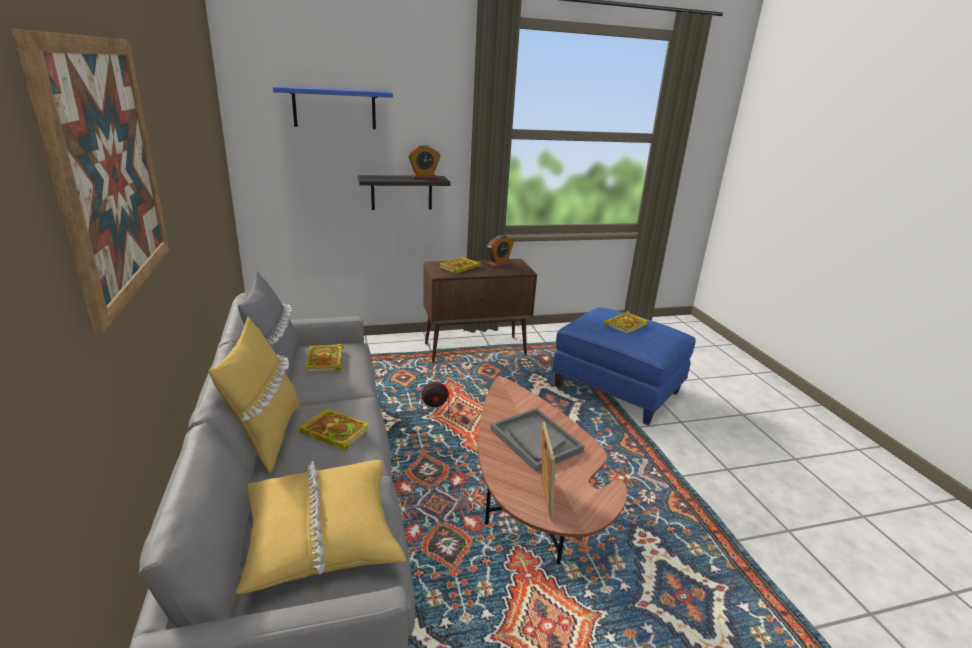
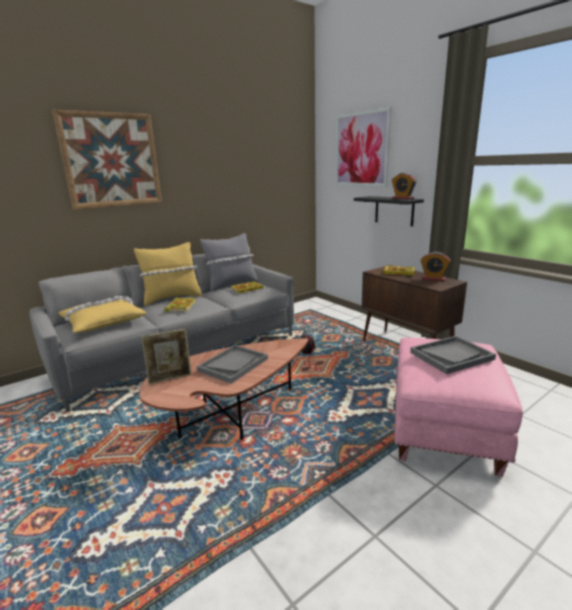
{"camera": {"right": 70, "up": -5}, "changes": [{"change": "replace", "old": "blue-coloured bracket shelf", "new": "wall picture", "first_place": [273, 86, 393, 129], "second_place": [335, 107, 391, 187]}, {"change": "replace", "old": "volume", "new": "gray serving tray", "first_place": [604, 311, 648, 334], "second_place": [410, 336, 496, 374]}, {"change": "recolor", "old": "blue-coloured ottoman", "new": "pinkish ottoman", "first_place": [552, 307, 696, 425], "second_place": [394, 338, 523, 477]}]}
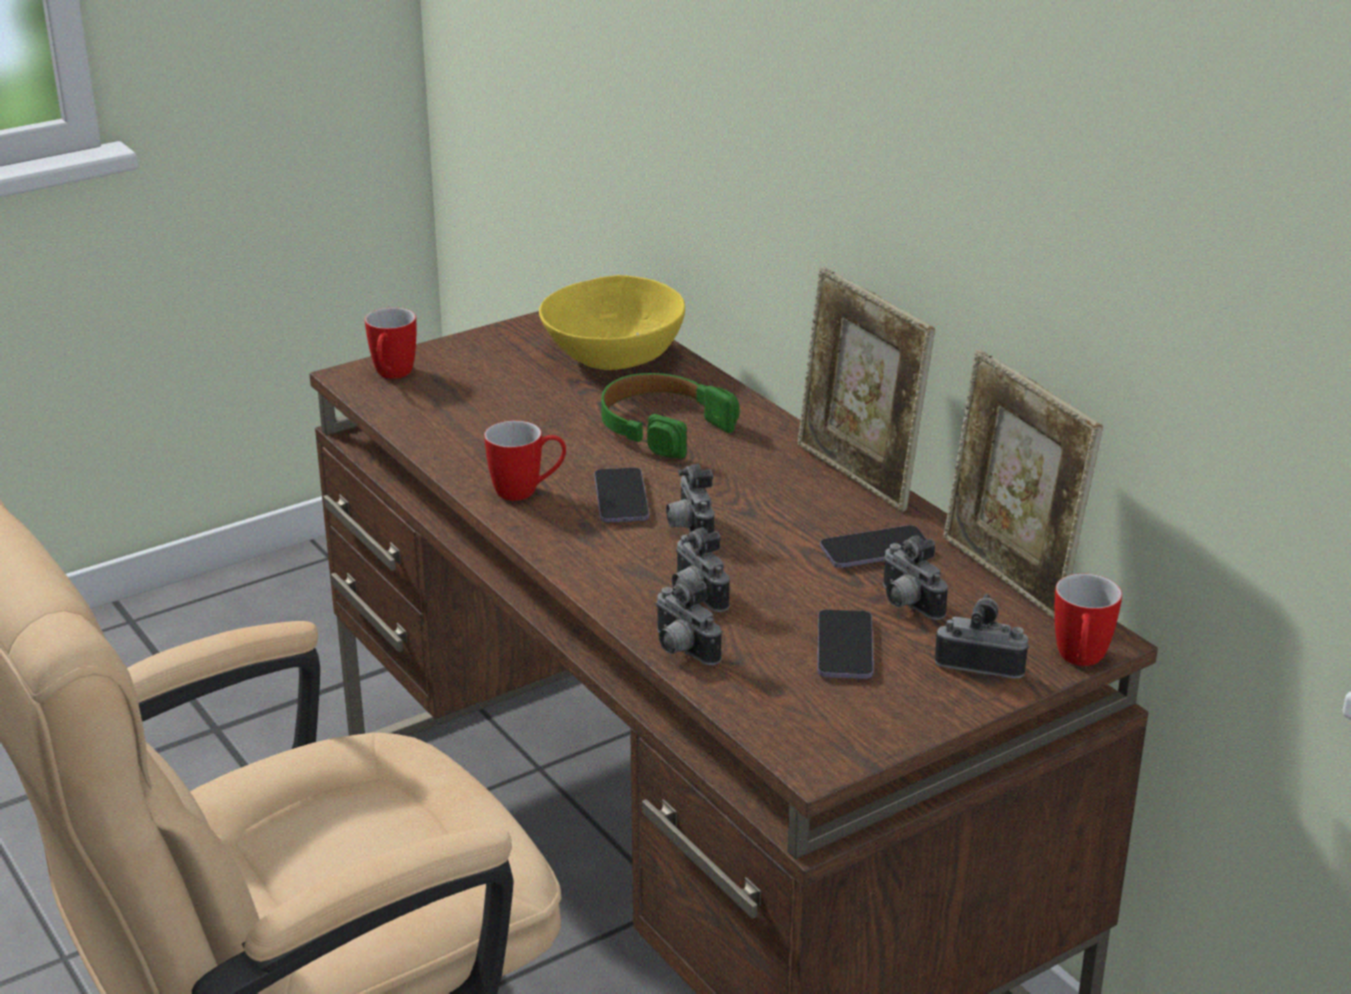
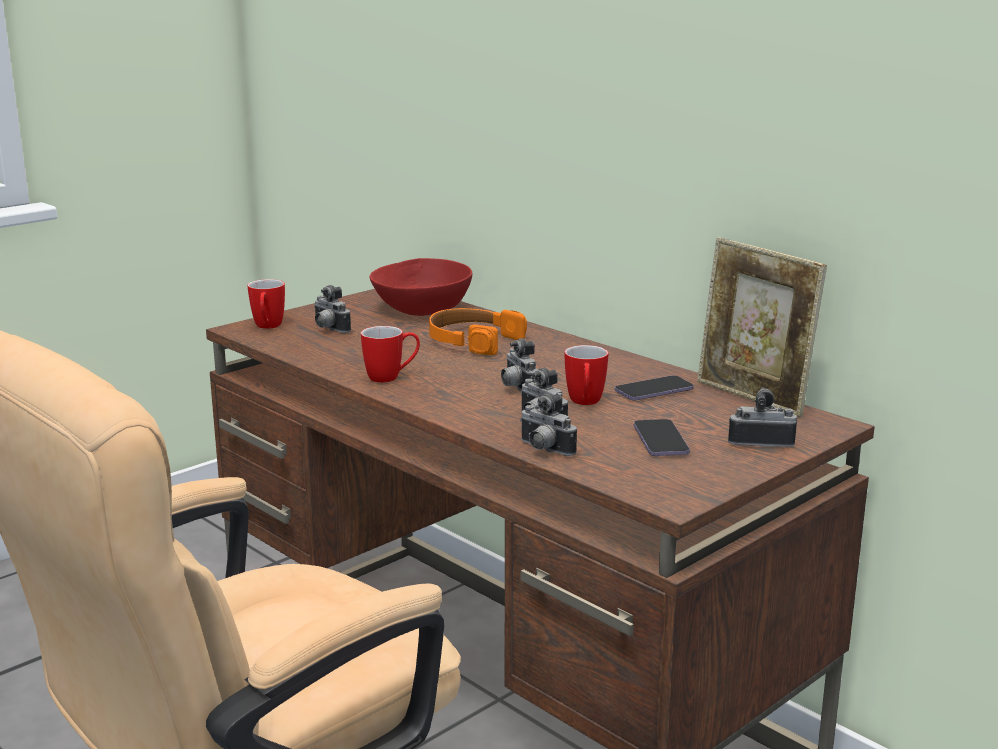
{"camera": {"right": -10, "up": -10}, "changes": [{"change": "delete", "old": "handset", "first_place": [594, 468, 649, 523]}, {"change": "delete", "old": "standing frame", "first_place": [798, 267, 935, 512]}, {"change": "move", "old": "photo camera", "first_place": [883, 535, 948, 620], "second_place": [314, 285, 351, 333]}, {"change": "move", "old": "coffee mug", "first_place": [1054, 574, 1122, 666], "second_place": [565, 345, 608, 405]}, {"change": "recolor", "old": "yellow deep dish", "new": "reddish deep dish", "first_place": [539, 275, 685, 370], "second_place": [370, 258, 472, 316]}, {"change": "recolor", "old": "green pair of headphones", "new": "orangey pair of headphones", "first_place": [601, 373, 739, 459], "second_place": [429, 308, 527, 355]}]}
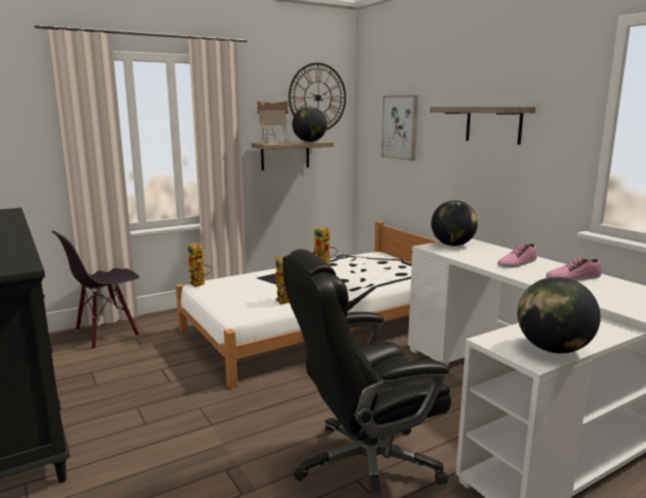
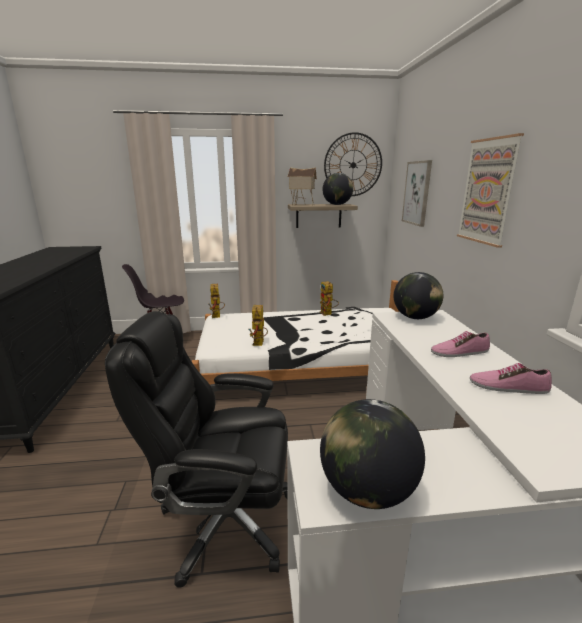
{"camera": {"right": 25, "up": 5}, "changes": [{"change": "replace", "old": "bracket shelf", "new": "wall picture", "first_place": [430, 107, 536, 145], "second_place": [457, 133, 524, 248]}]}
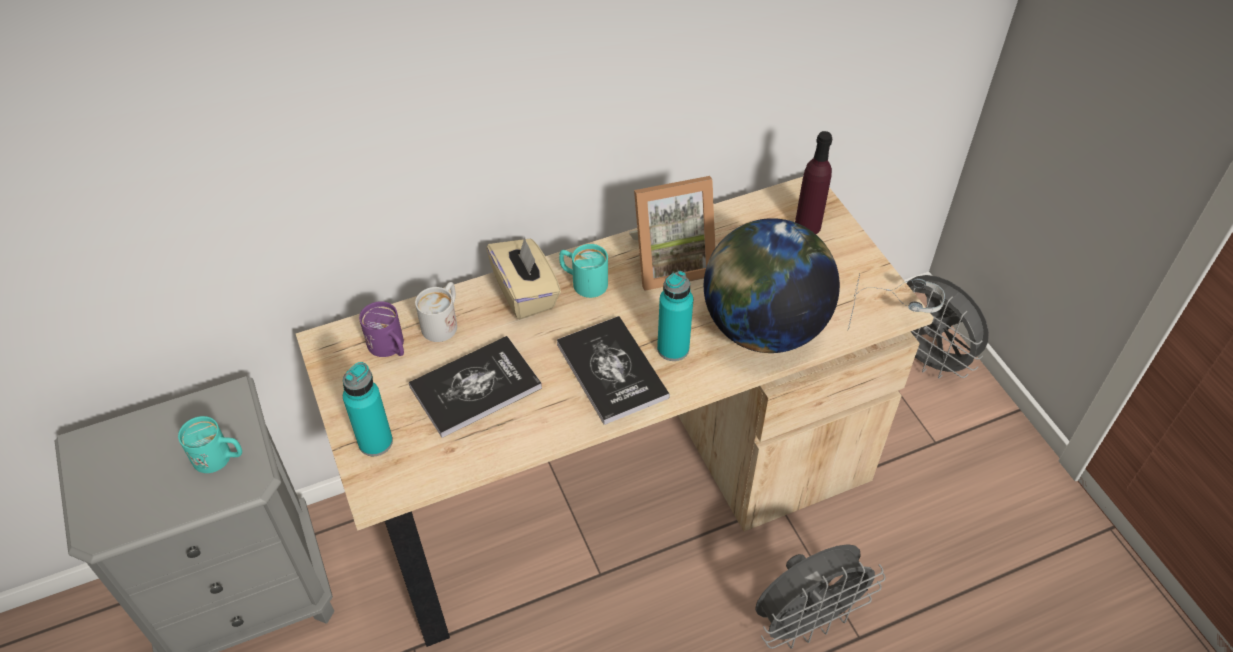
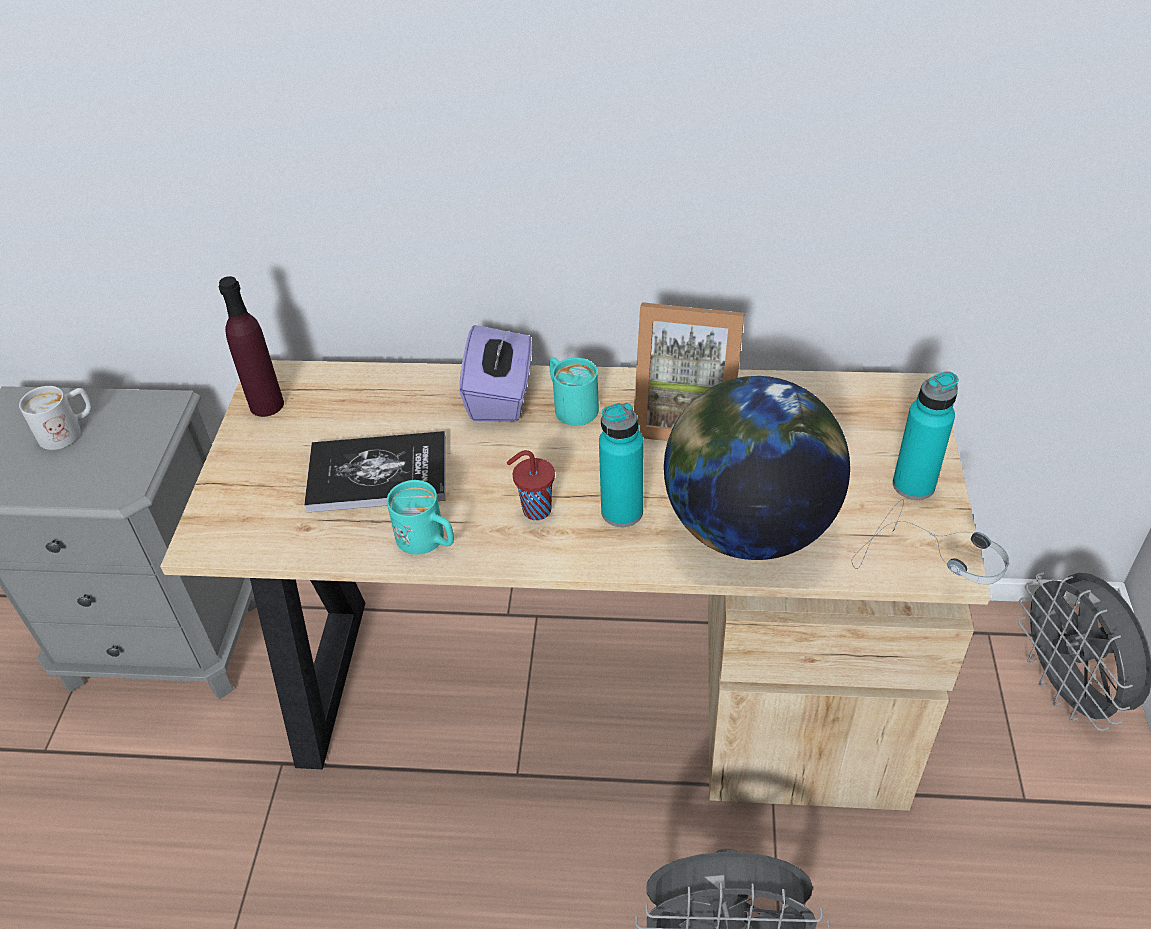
{"camera": {"right": 30, "up": -5}, "changes": [{"change": "delete", "old": "purplish coffee mug", "first_place": [359, 301, 404, 357]}, {"change": "move", "old": "turquoise coffee mug", "first_place": [178, 416, 242, 473], "second_place": [387, 480, 454, 555]}, {"change": "move", "old": "turquoise beverage bottle", "first_place": [343, 362, 393, 456], "second_place": [893, 371, 959, 500]}, {"change": "move", "old": "white coffee mug", "first_place": [415, 282, 457, 342], "second_place": [19, 386, 91, 450]}, {"change": "move", "old": "purplish beverage bottle", "first_place": [795, 131, 832, 234], "second_place": [219, 276, 284, 417]}, {"change": "replace", "old": "volume", "new": "reddish cup", "first_place": [557, 316, 670, 425], "second_place": [507, 450, 555, 520]}, {"change": "recolor", "old": "sand-coloured box of tissues", "new": "purplish box of tissues", "first_place": [486, 237, 561, 319], "second_place": [460, 325, 532, 421]}]}
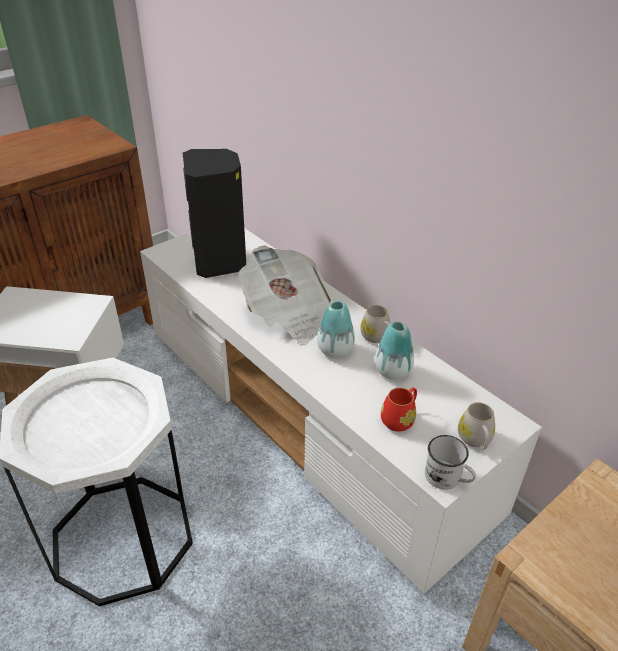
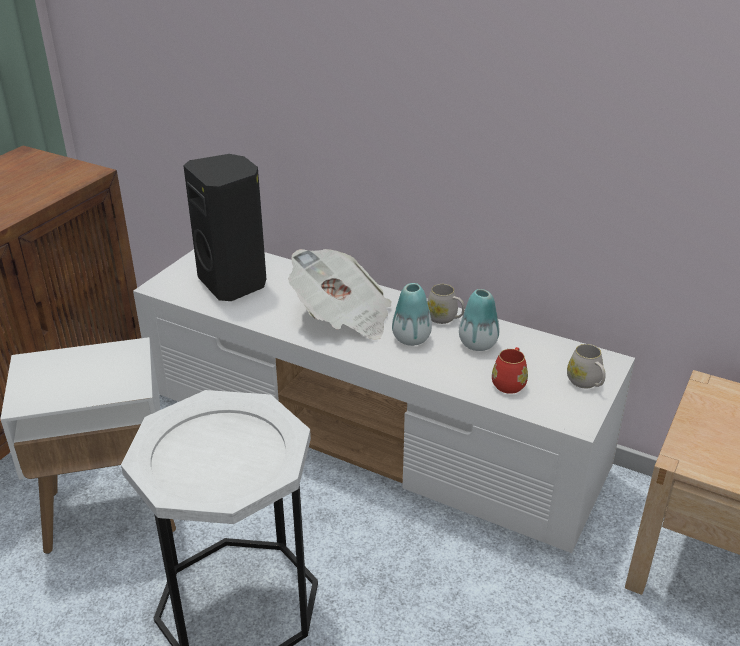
{"camera": {"right": -20, "up": -5}, "changes": [{"change": "delete", "old": "white coffee mug", "first_place": [425, 435, 476, 490]}]}
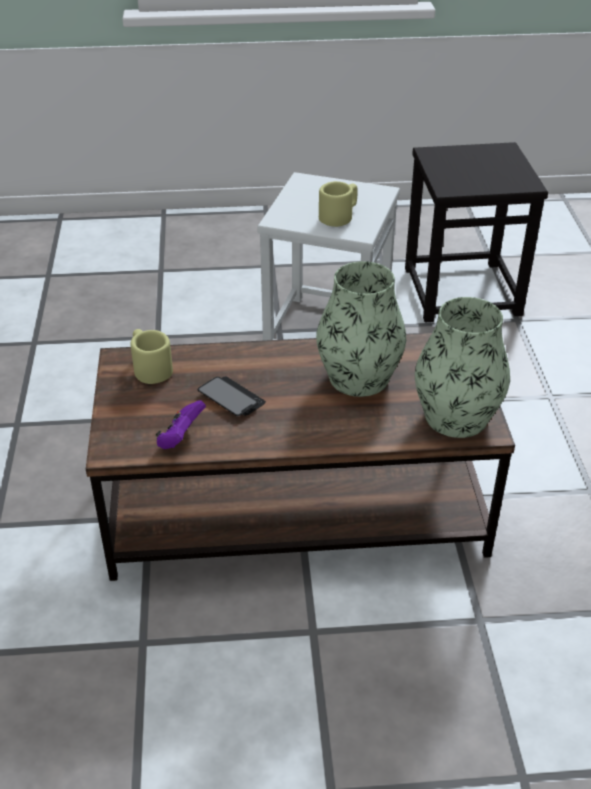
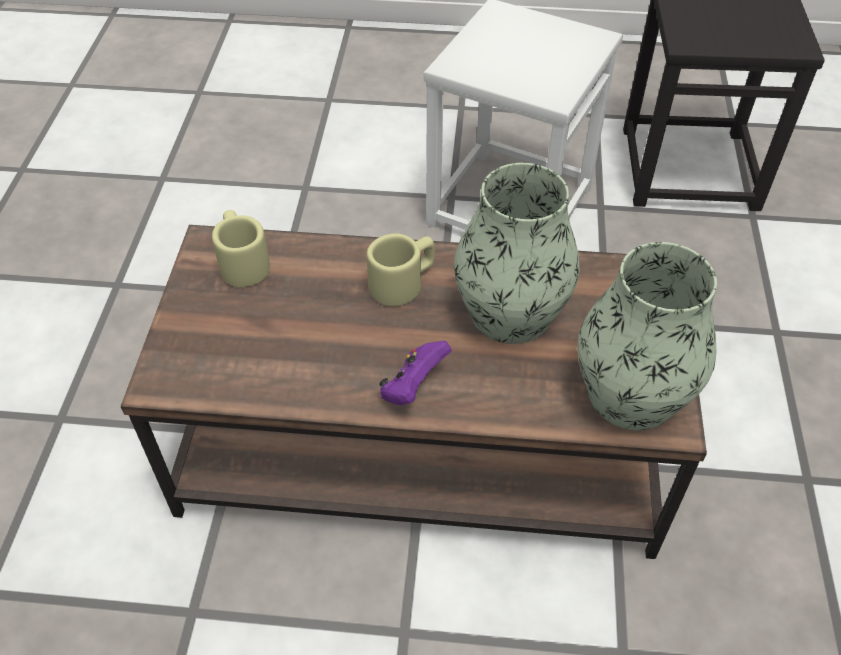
{"camera": {"right": 10, "up": 10}, "changes": [{"change": "delete", "old": "handset", "first_place": [198, 377, 266, 416]}, {"change": "move", "old": "purplish game controller", "first_place": [155, 400, 206, 449], "second_place": [379, 341, 452, 405]}, {"change": "move", "old": "sand-coloured coffee mug", "first_place": [319, 181, 358, 227], "second_place": [367, 233, 435, 307]}]}
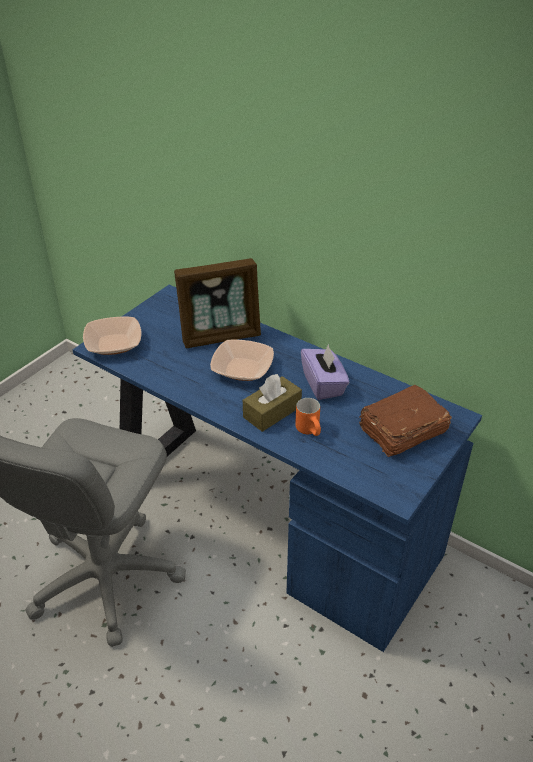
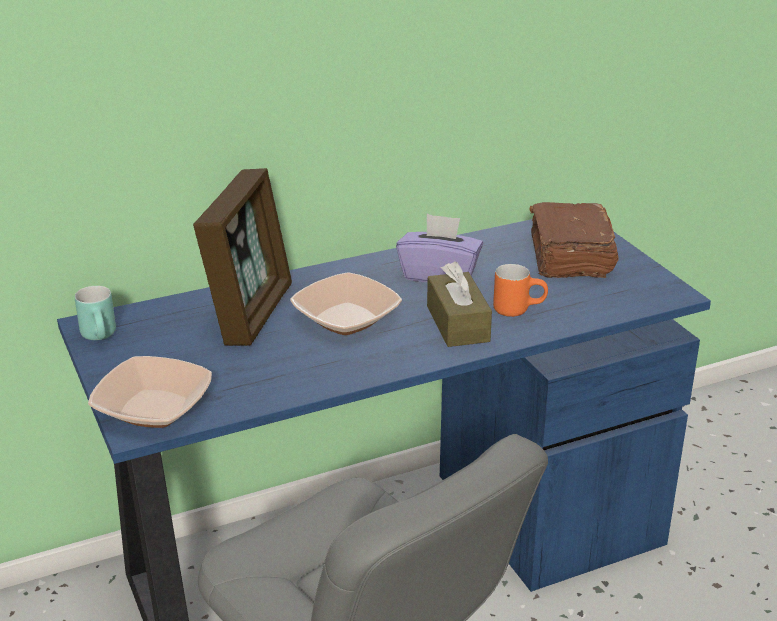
{"camera": {"right": -60, "up": -10}, "changes": [{"change": "insert", "new": "turquoise coffee mug", "second_place": [75, 286, 116, 340]}]}
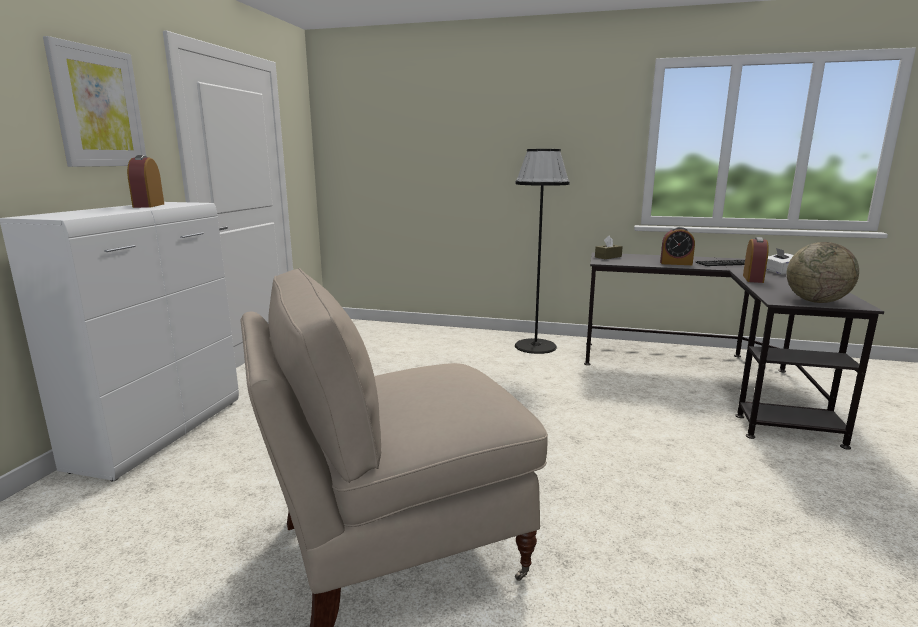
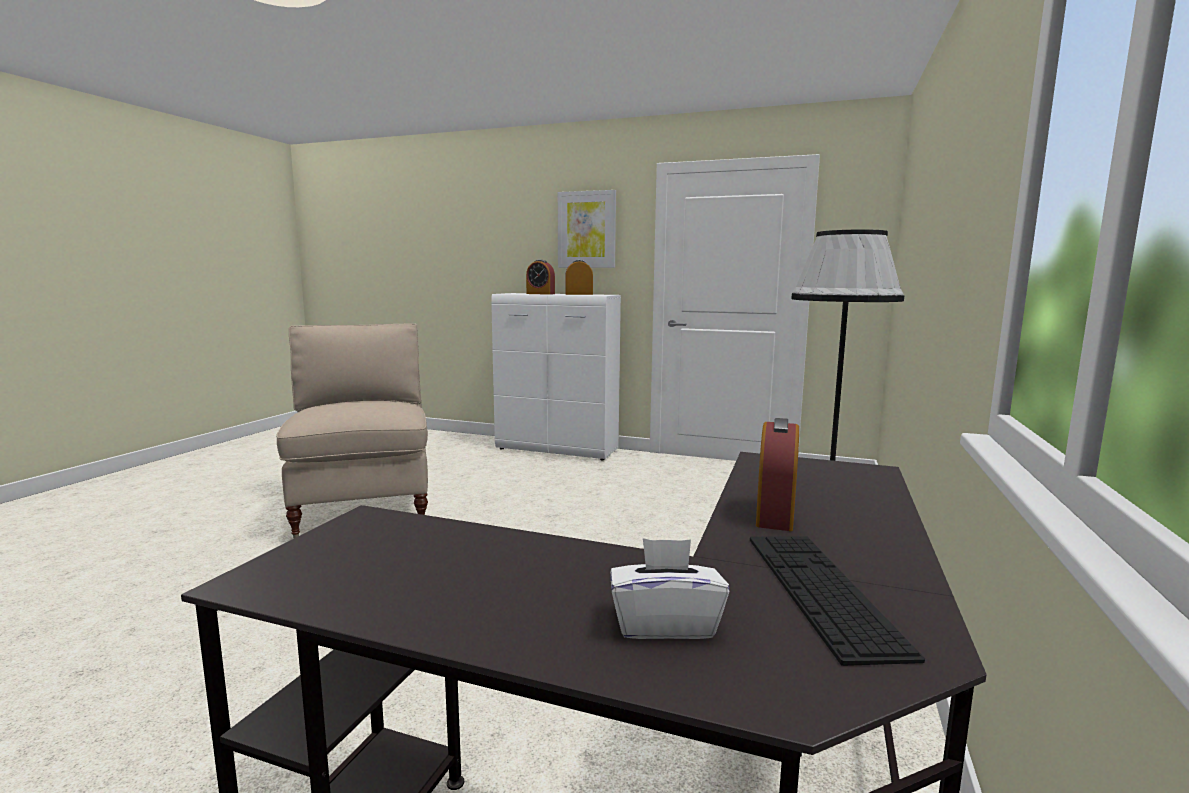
{"camera": {"right": 95, "up": -5}, "changes": [{"change": "delete", "old": "brownish box of tissues", "first_place": [595, 236, 623, 259]}, {"change": "delete", "old": "desk globe", "first_place": [787, 242, 859, 303]}, {"change": "move", "old": "alarm clock", "first_place": [743, 237, 769, 283], "second_place": [526, 260, 555, 295]}]}
